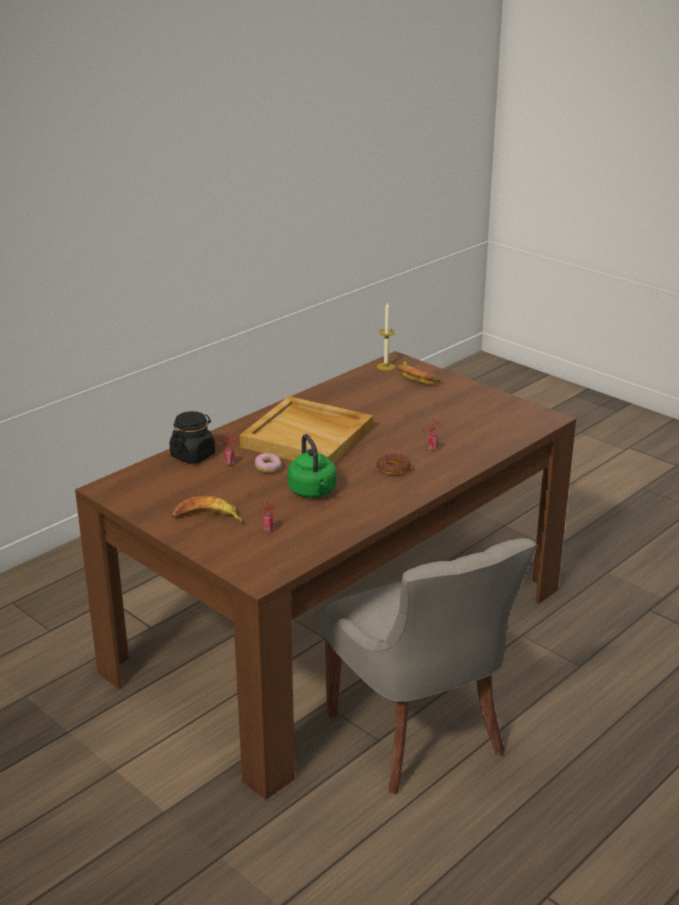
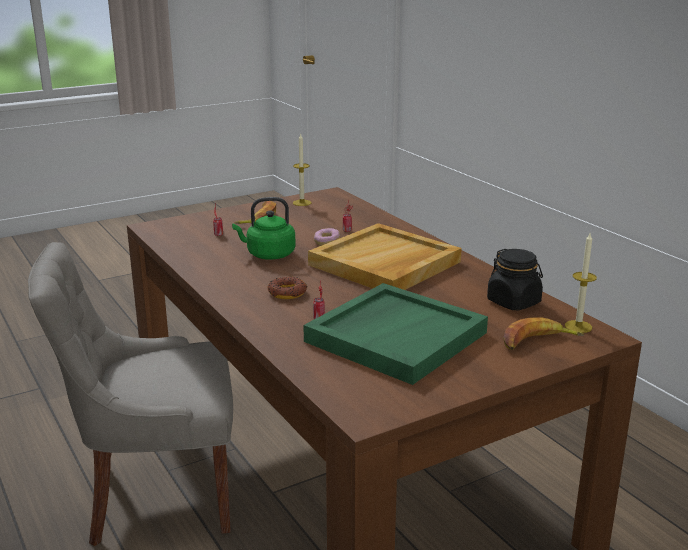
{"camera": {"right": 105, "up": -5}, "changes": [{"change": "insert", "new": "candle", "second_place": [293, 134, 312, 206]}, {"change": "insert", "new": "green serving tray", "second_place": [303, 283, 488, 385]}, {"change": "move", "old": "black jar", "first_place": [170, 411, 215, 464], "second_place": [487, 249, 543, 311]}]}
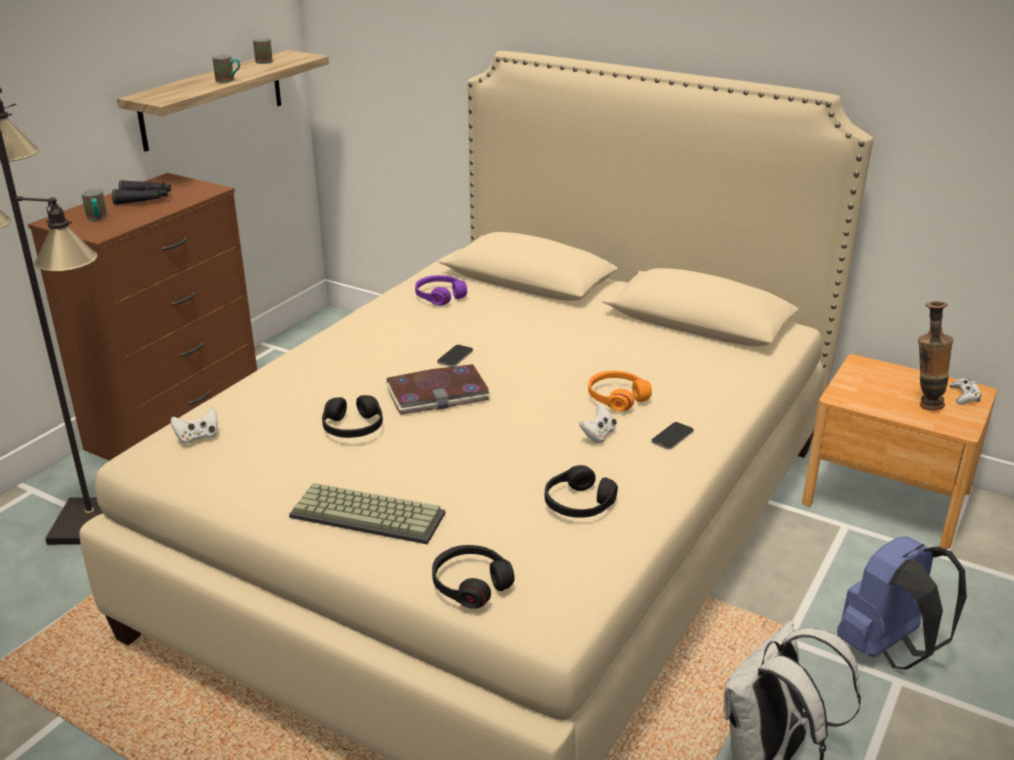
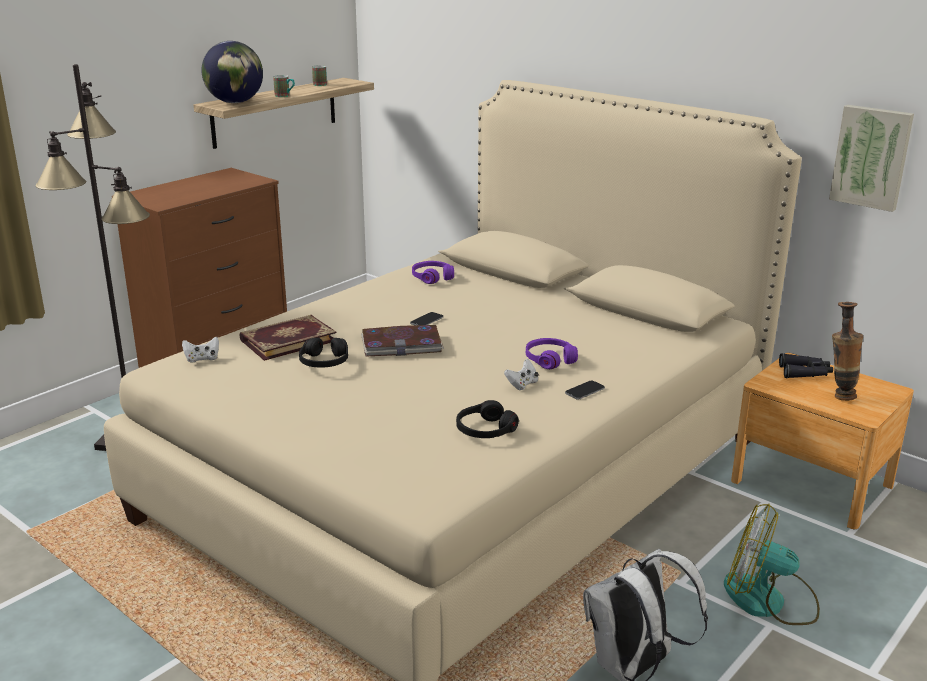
{"camera": {"right": 10, "up": -5}, "changes": [{"change": "delete", "old": "coffee mug", "first_place": [81, 189, 108, 221]}, {"change": "delete", "old": "PC keyboard", "first_place": [289, 483, 445, 544]}, {"change": "delete", "old": "black pair of headphones", "first_place": [432, 545, 515, 609]}, {"change": "delete", "old": "white game controller", "first_place": [950, 379, 981, 405]}, {"change": "insert", "new": "desk globe", "second_place": [201, 41, 263, 103]}, {"change": "insert", "new": "volume", "second_place": [240, 315, 336, 361]}, {"change": "insert", "new": "wall picture", "second_place": [829, 105, 914, 212]}, {"change": "move", "old": "black binoculars", "first_place": [112, 180, 171, 205], "second_place": [779, 353, 833, 378]}, {"change": "replace", "old": "blue-coloured rucksack", "new": "electric fan", "first_place": [837, 536, 967, 670], "second_place": [724, 504, 820, 625]}, {"change": "recolor", "old": "orangey pair of headphones", "new": "purplish pair of headphones", "first_place": [588, 371, 652, 412], "second_place": [526, 338, 578, 369]}]}
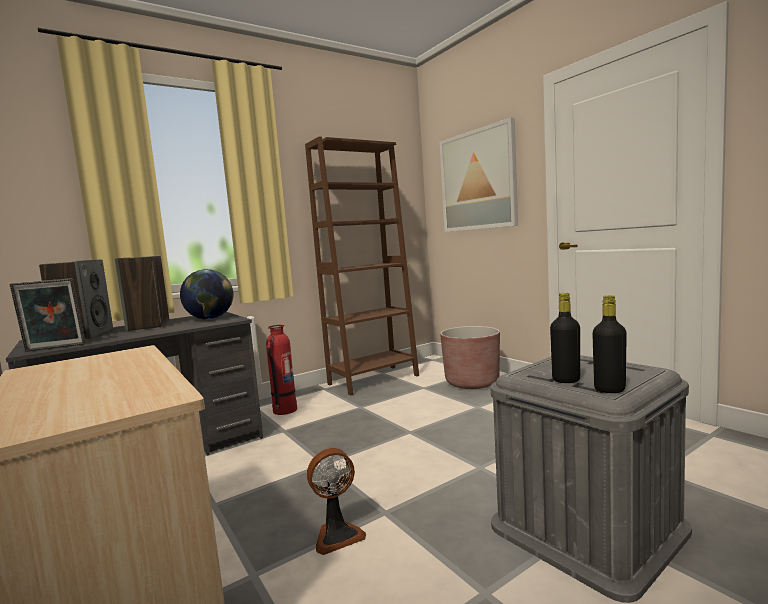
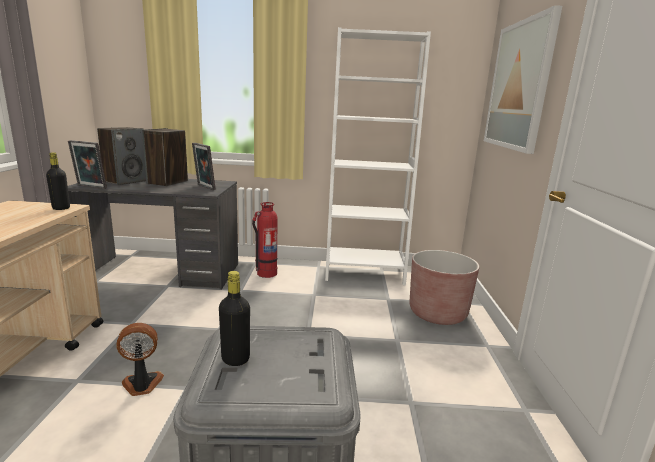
{"camera": {"right": 35, "up": 10}, "changes": [{"change": "move", "old": "black beverage bottle", "first_place": [592, 295, 627, 393], "second_place": [46, 152, 70, 210]}, {"change": "replace", "old": "desk globe", "new": "standing frame", "first_place": [180, 269, 233, 320], "second_place": [192, 143, 216, 190]}, {"change": "recolor", "old": "brownish bookcase", "new": "white bookcase", "first_place": [305, 137, 419, 395], "second_place": [325, 27, 431, 286]}, {"change": "rotate", "old": "electric fan", "first_place": [307, 448, 366, 555], "second_place": [116, 323, 164, 396], "degrees": 150}]}
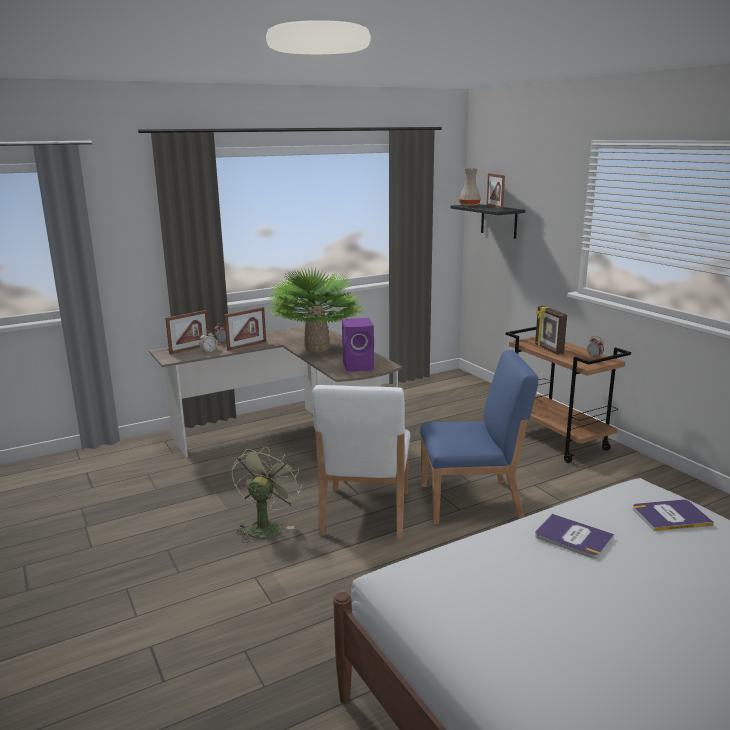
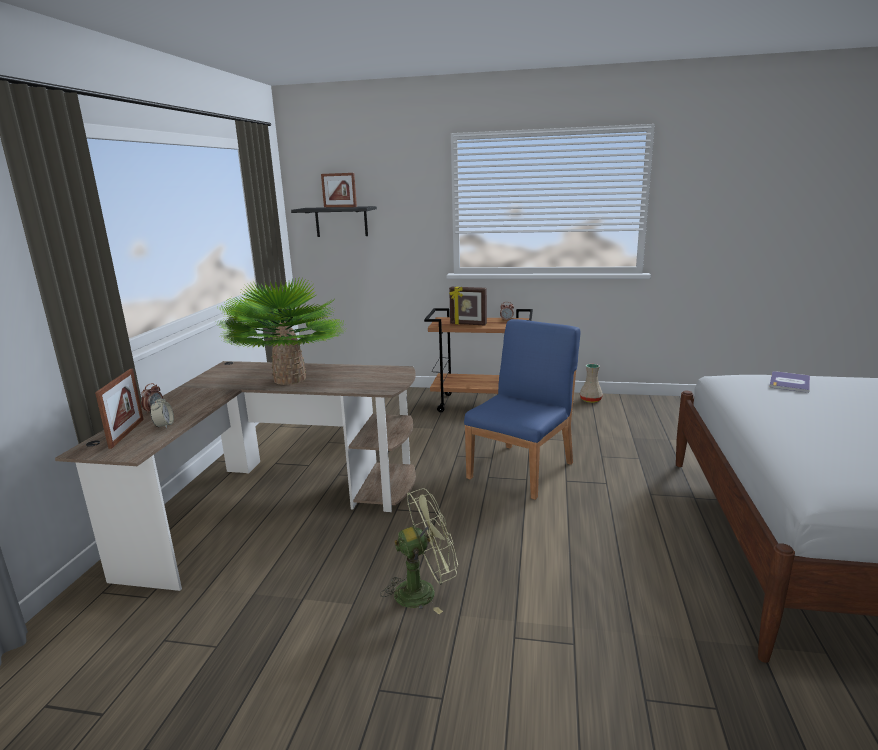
{"camera": {"right": -50, "up": 0}, "changes": [{"change": "delete", "old": "standing frame", "first_place": [224, 307, 266, 351]}, {"change": "delete", "old": "white upright chair", "first_place": [312, 385, 410, 540]}, {"change": "delete", "old": "purplish audio speaker", "first_place": [342, 318, 374, 371]}, {"change": "delete", "old": "volume", "first_place": [535, 514, 614, 559]}, {"change": "move", "old": "sand-coloured flower vase", "first_place": [459, 168, 481, 206], "second_place": [580, 364, 603, 403]}, {"change": "rotate", "old": "green electric fan", "first_place": [232, 446, 302, 543], "second_place": [380, 488, 458, 614], "degrees": 105}]}
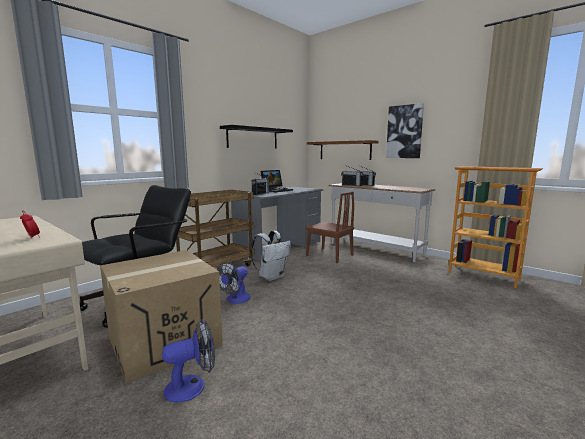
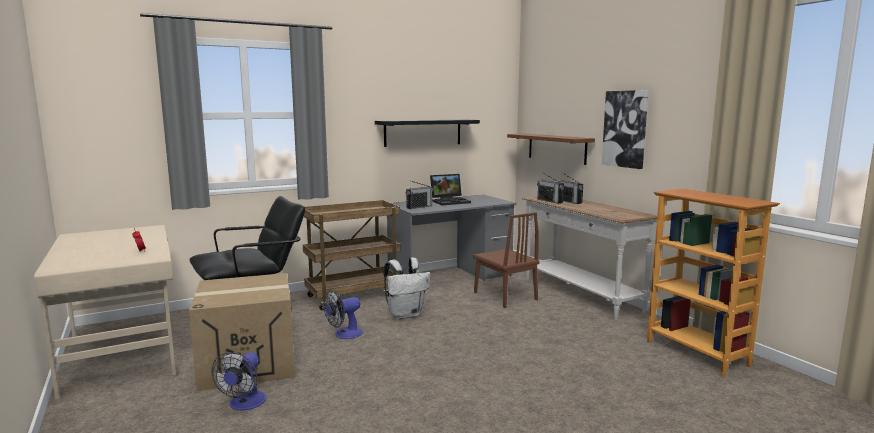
{"camera": {"right": 20, "up": 0}, "changes": [{"change": "rotate", "old": "electric fan", "first_place": [162, 319, 215, 403], "second_place": [211, 352, 266, 411], "degrees": 105}]}
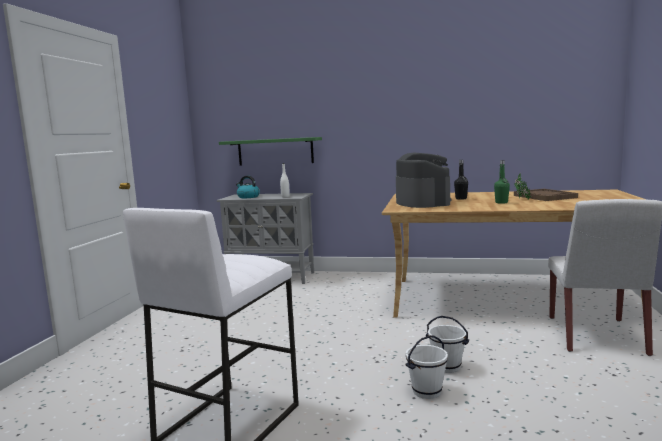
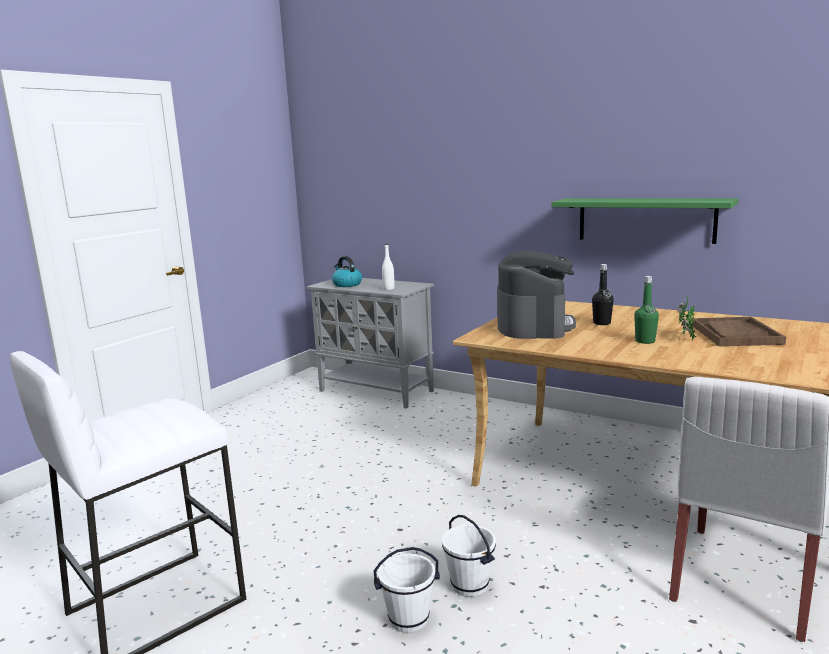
{"camera": {"right": 20, "up": 5}, "changes": [{"change": "move", "old": "green bracket shelf", "first_place": [219, 137, 322, 166], "second_place": [551, 198, 738, 244]}]}
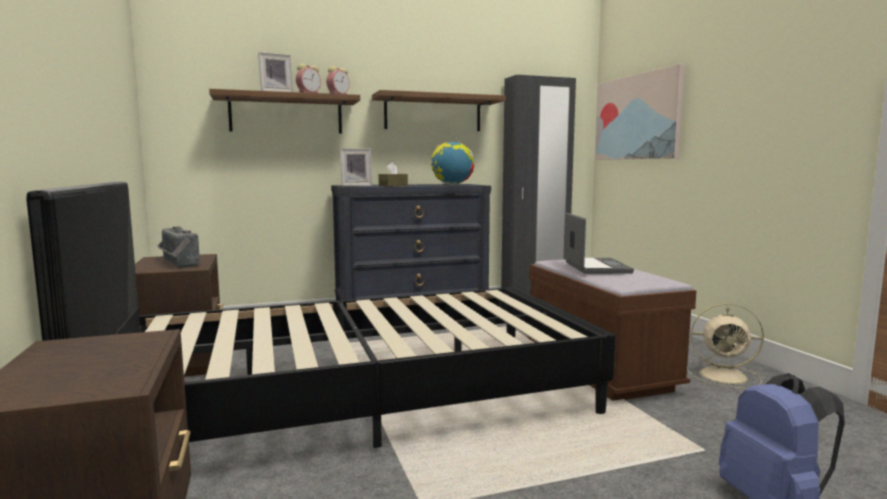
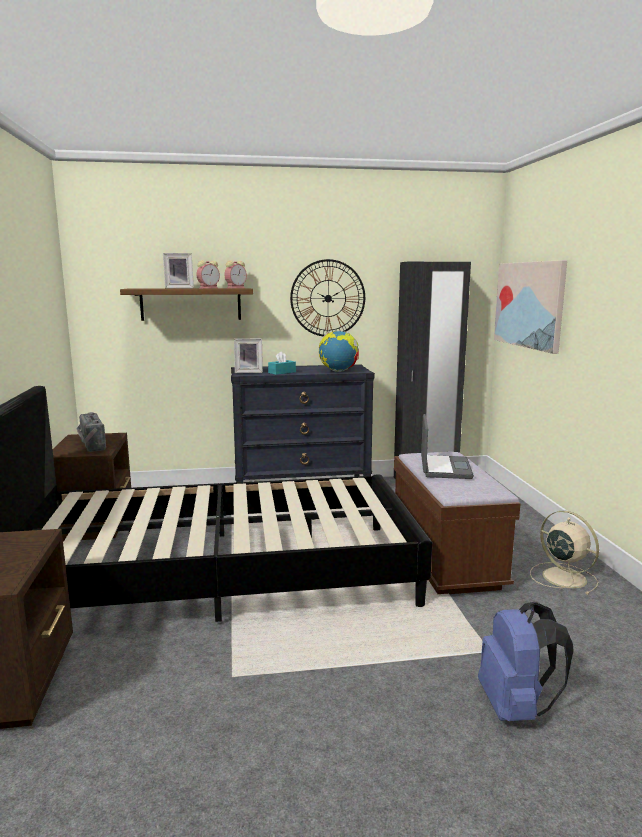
{"camera": {"right": 10, "up": 5}, "changes": [{"change": "replace", "old": "bracket shelf", "new": "hanging clock", "first_place": [372, 90, 506, 131], "second_place": [290, 259, 365, 337]}, {"change": "recolor", "old": "brownish box of tissues", "new": "turquoise box of tissues", "first_place": [378, 162, 408, 186], "second_place": [268, 351, 296, 375]}, {"change": "rotate", "old": "sand-coloured electric fan", "first_place": [687, 303, 764, 388], "second_place": [530, 511, 599, 595], "degrees": -150}]}
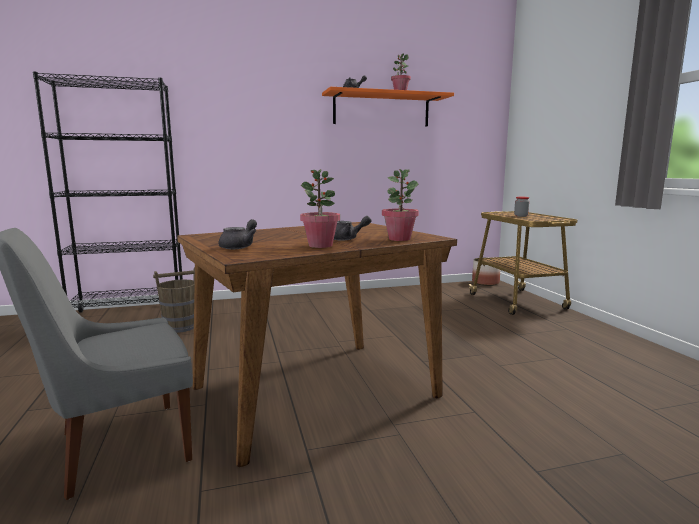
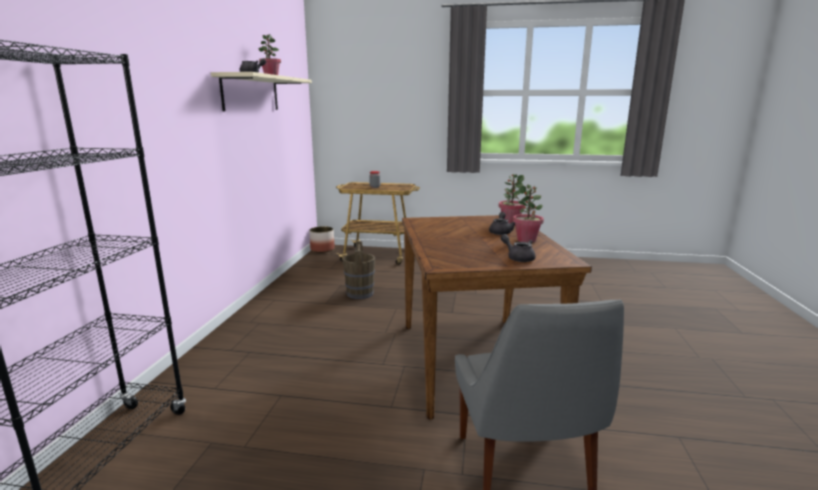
{"camera": {"right": -65, "up": 5}, "changes": [{"change": "move", "old": "brownish pail", "first_place": [153, 267, 195, 333], "second_place": [343, 241, 375, 299]}, {"change": "recolor", "old": "orangey bracket shelf", "new": "sand-coloured bracket shelf", "first_place": [322, 87, 454, 127], "second_place": [211, 72, 312, 111]}]}
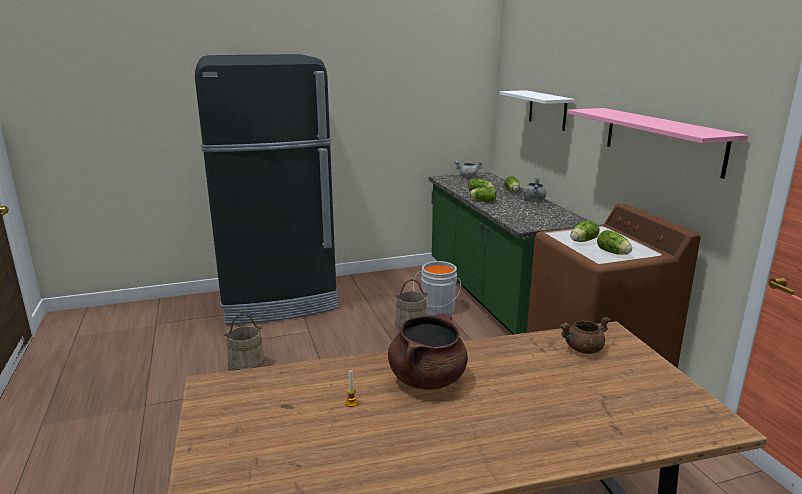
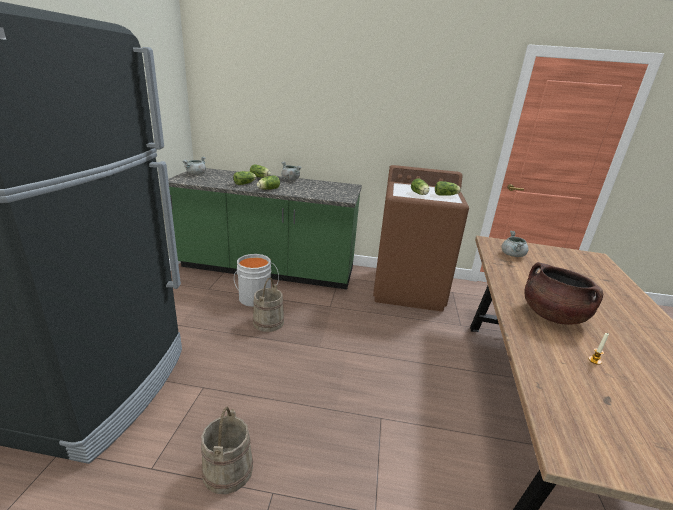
{"camera": {"right": -65, "up": 5}, "changes": [{"change": "delete", "old": "white bracket shelf", "first_place": [500, 90, 575, 131]}, {"change": "delete", "old": "pinkish bracket shelf", "first_place": [567, 108, 748, 179]}, {"change": "recolor", "old": "brownish stockpot", "new": "gray stockpot", "first_place": [560, 317, 611, 354], "second_place": [501, 231, 528, 257]}]}
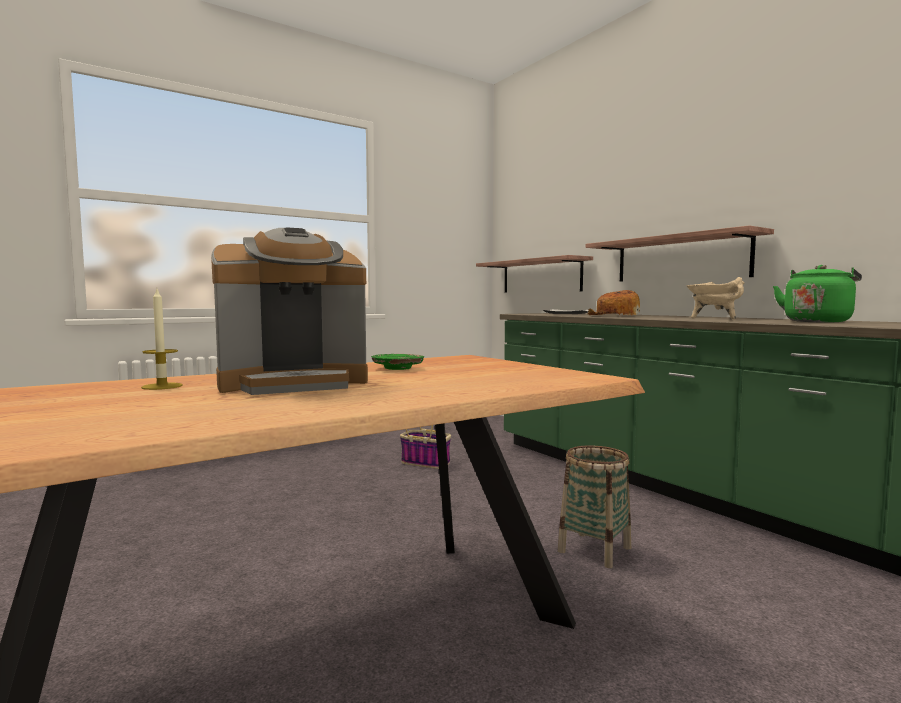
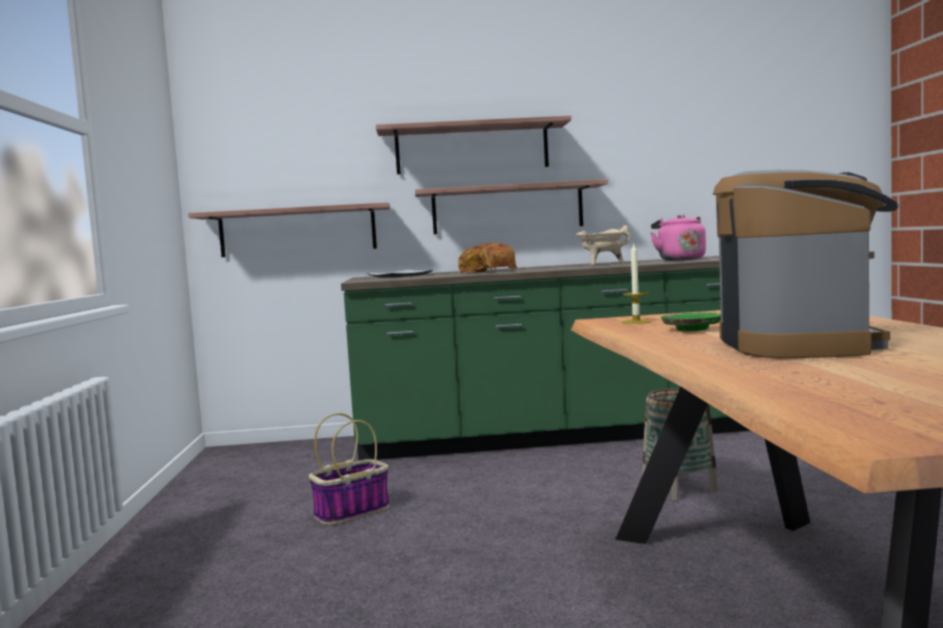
{"camera": {"right": -60, "up": 0}, "changes": [{"change": "insert", "new": "bracket shelf", "second_place": [376, 116, 571, 174]}, {"change": "move", "old": "candle", "first_place": [141, 289, 183, 390], "second_place": [621, 243, 651, 324]}, {"change": "recolor", "old": "green kettle", "new": "pinkish kettle", "first_place": [773, 265, 862, 323], "second_place": [650, 214, 706, 261]}]}
